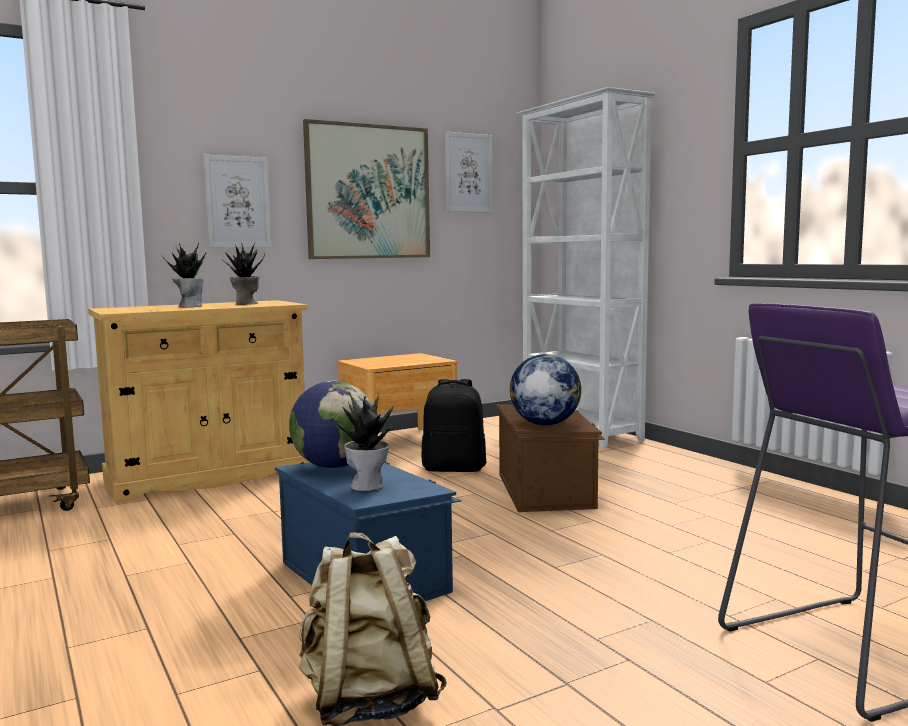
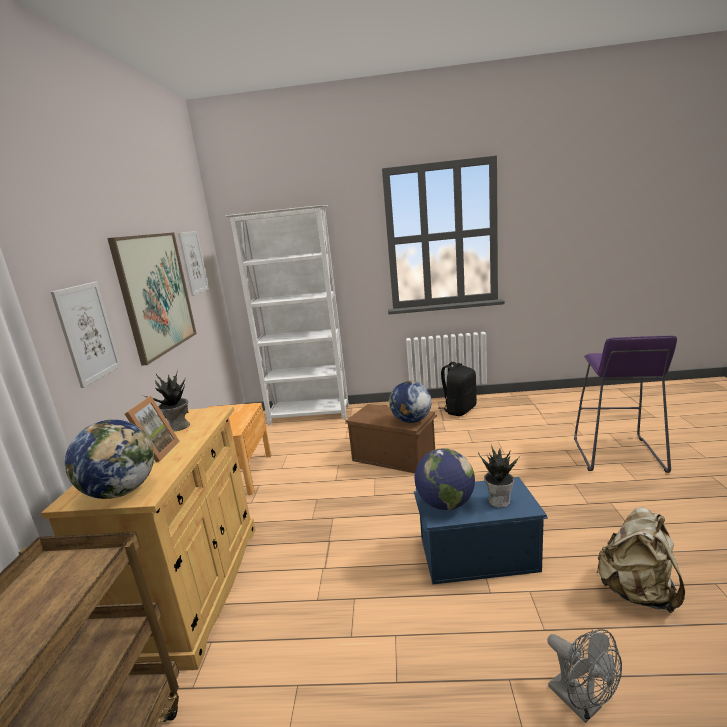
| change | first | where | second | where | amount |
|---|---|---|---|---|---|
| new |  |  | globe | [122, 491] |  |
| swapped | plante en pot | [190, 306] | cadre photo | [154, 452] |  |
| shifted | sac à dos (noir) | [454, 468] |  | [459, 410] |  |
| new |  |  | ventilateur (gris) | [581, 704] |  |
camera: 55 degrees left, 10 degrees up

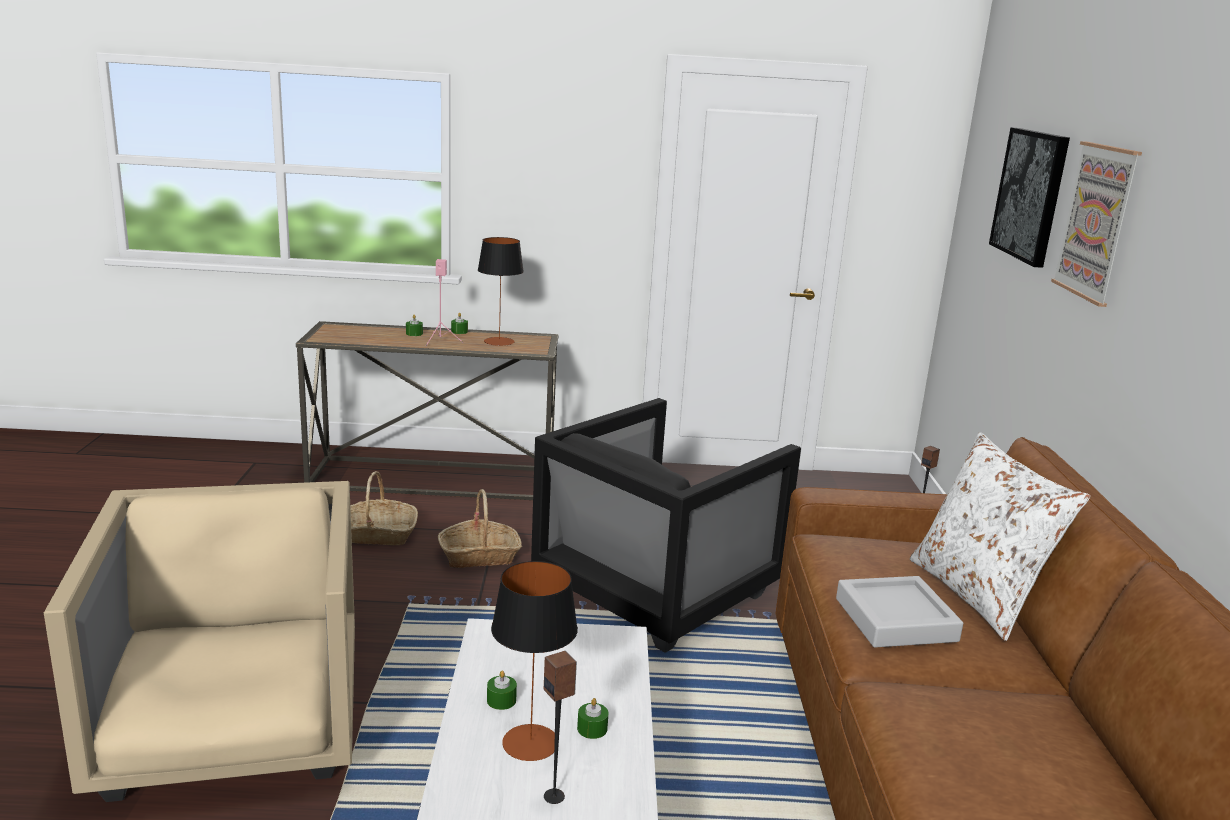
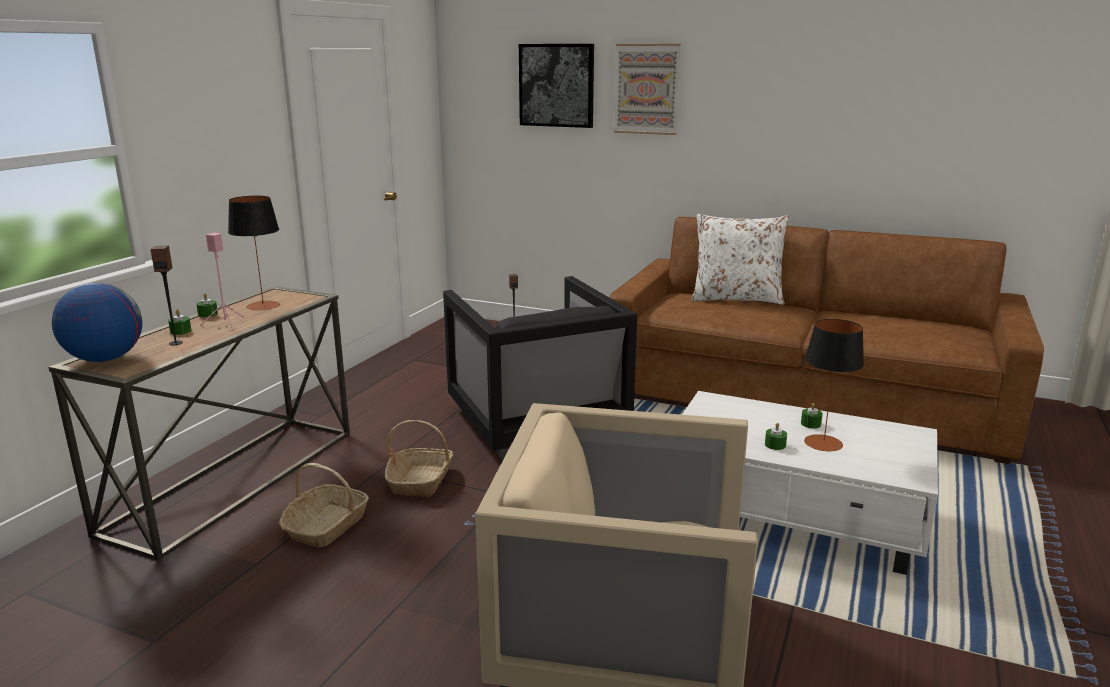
| change | first | where | second | where | amount |
|---|---|---|---|---|---|
| new |  |  | globe | [105, 359] |  |
| shifted | enceinte | [554, 796] |  | [176, 343] |  |
| gone | plateau (gris) | [895, 620] |  |  |  |
camera: 65 degrees left, 0 degrees up

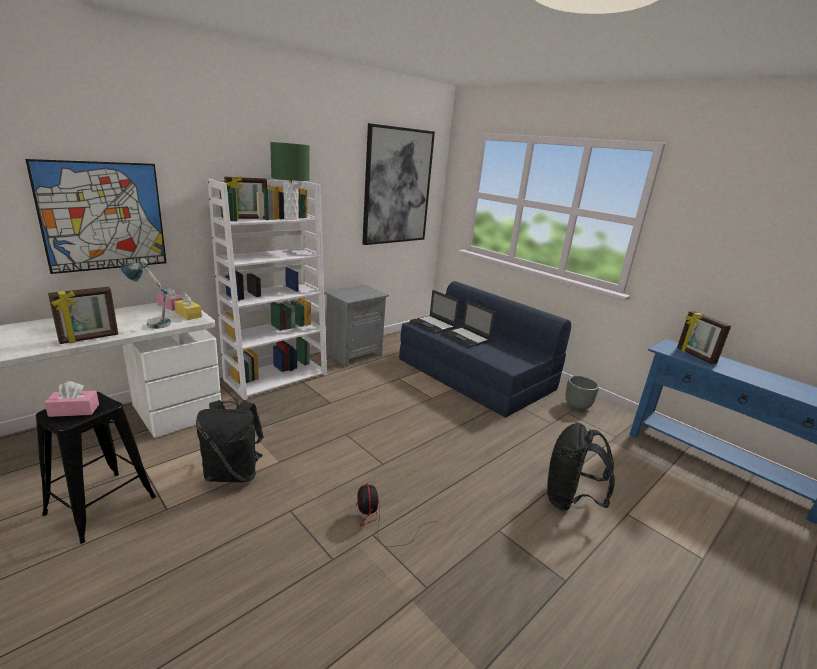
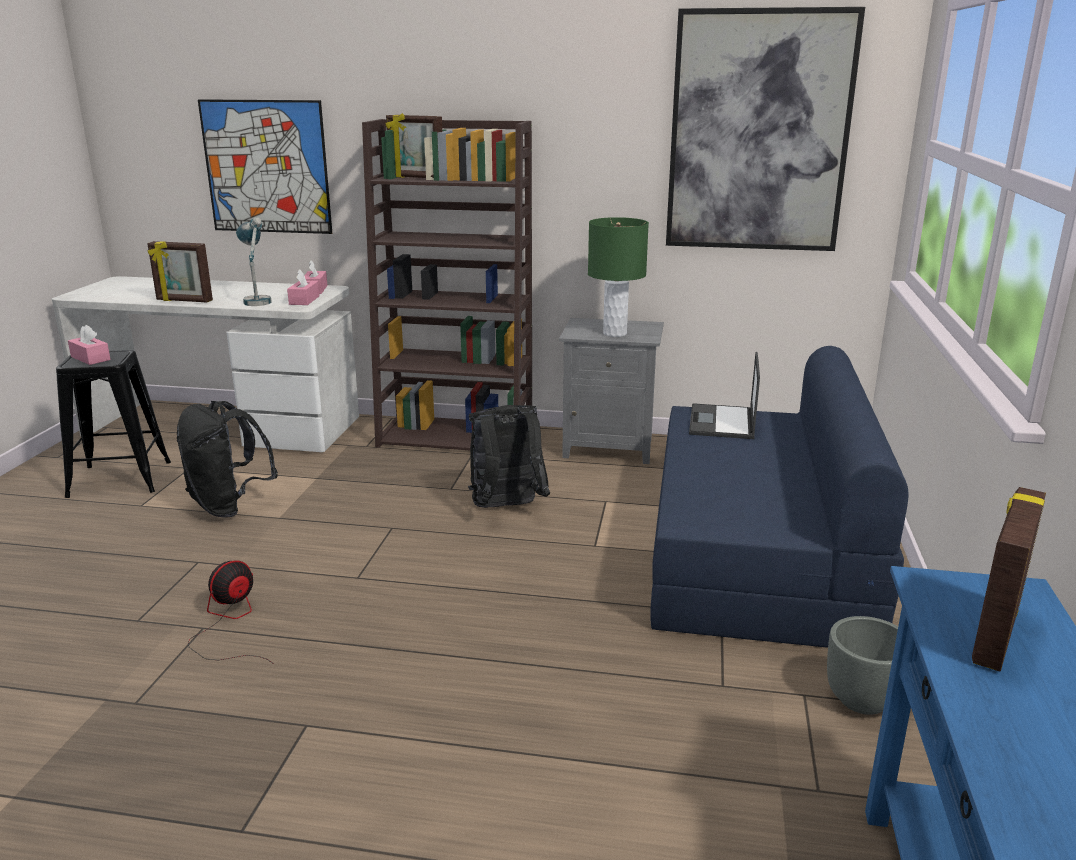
| change | first | where | second | where | amount |
|---|---|---|---|---|---|
| repainted | boîte à mouchoirs (jaune) | [188, 314] | boîte à mouchoirs (rose) | [304, 300] |  |
| repainted | bibliothèque (blanc) | [277, 376] | bibliothèque (marron) | [457, 437] |  |
| shifted | sac à dos (noir) | [569, 500] |  | [506, 508] |  |
| shifted | lampe de table (vert) | [291, 218] |  | [615, 333] |  |
| gone | ordinateur portable | [466, 337] |  |  |  |
camera: 55 degrees right, 0 degrees up

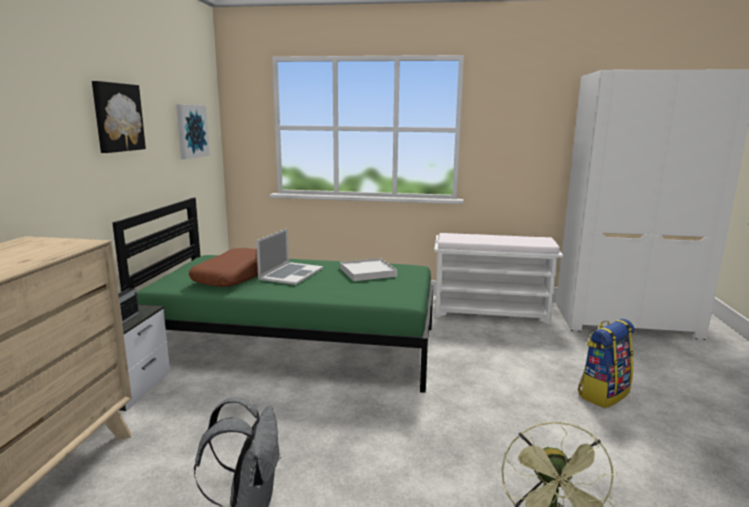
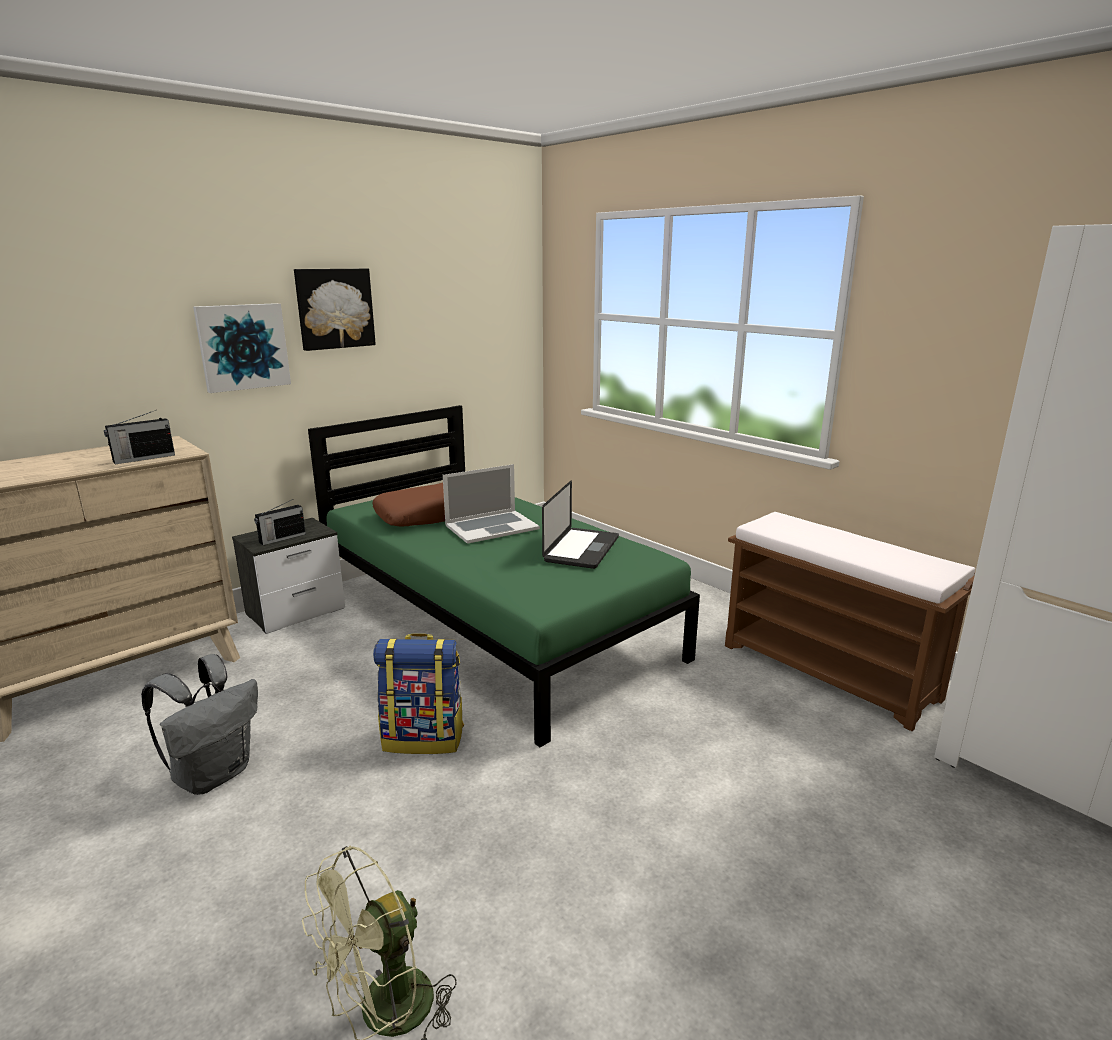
| change | first | where | second | where | amount |
|---|---|---|---|---|---|
| new |  |  | radio | [143, 458] |  |
| shifted | tableau | [191, 131] |  | [243, 347] |  |
| shifted | sac à dos | [603, 394] |  | [424, 738] |  |
| swapped | plateau (blanc) | [367, 272] | ordinateur portable | [581, 549] |  |
| repainted | banc (blanc) | [491, 312] | banc (marron) | [830, 671] |  |
camera: 40 degrees right, 5 degrees up

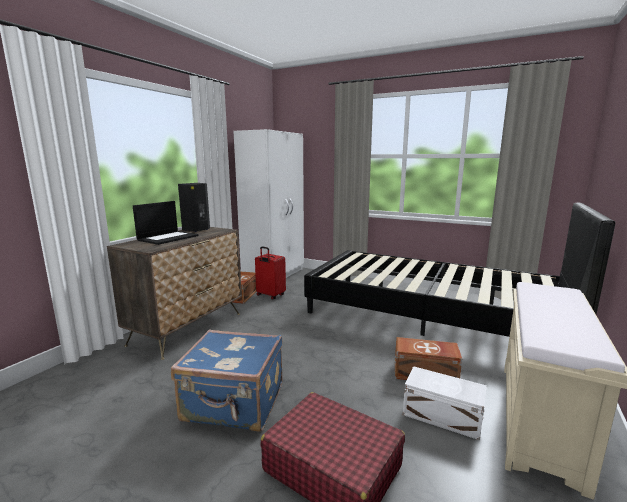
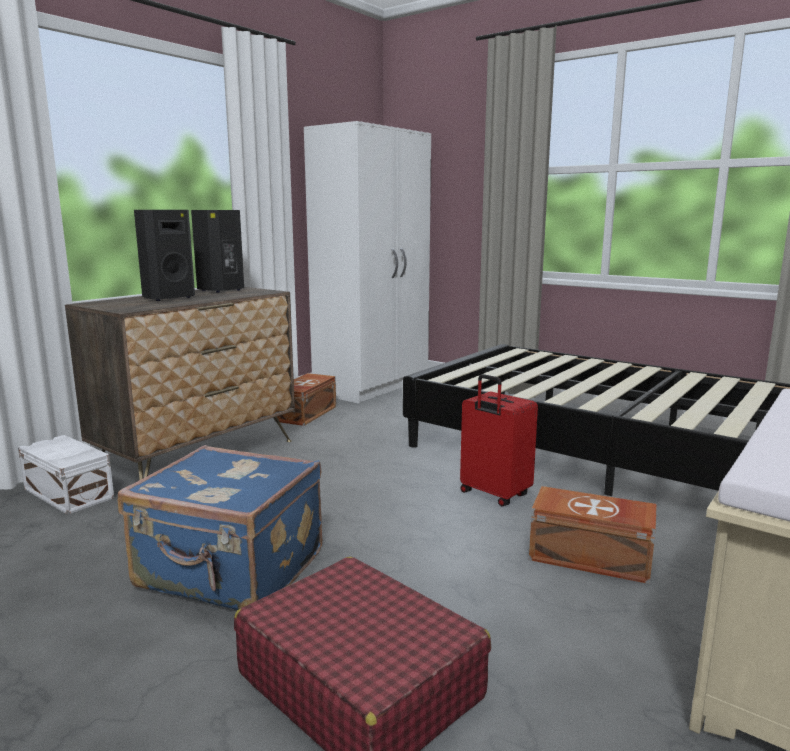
| change | first | where | second | where | amount |
|---|---|---|---|---|---|
| shifted | boîte de rangement (blanc) | [443, 416] |  | [67, 494] |  |
| swapped | ordinateur portable | [168, 238] | enceinte (noir) | [167, 298] |  |
| shifted | valise (rouge) | [270, 295] |  | [493, 495] |  |
camera: 10 degrees right, 0 degrees up

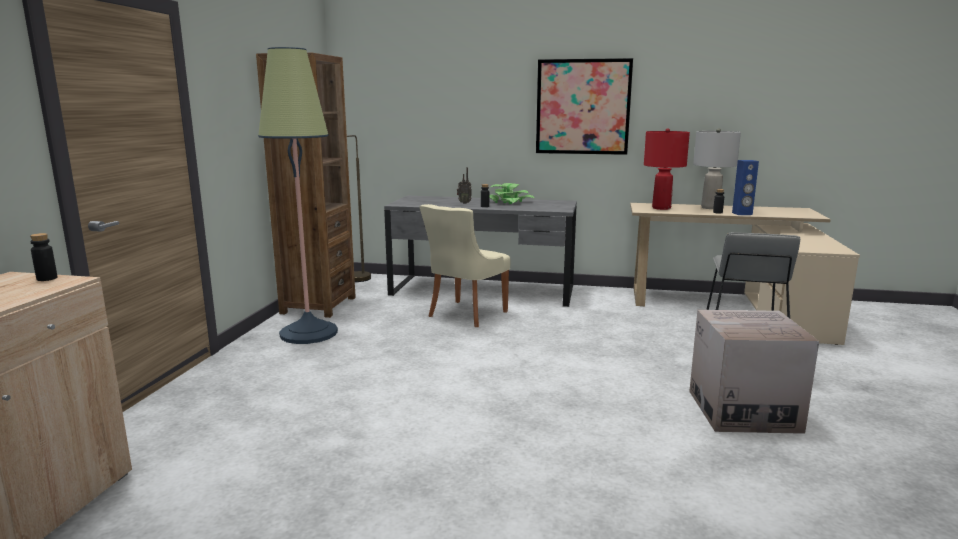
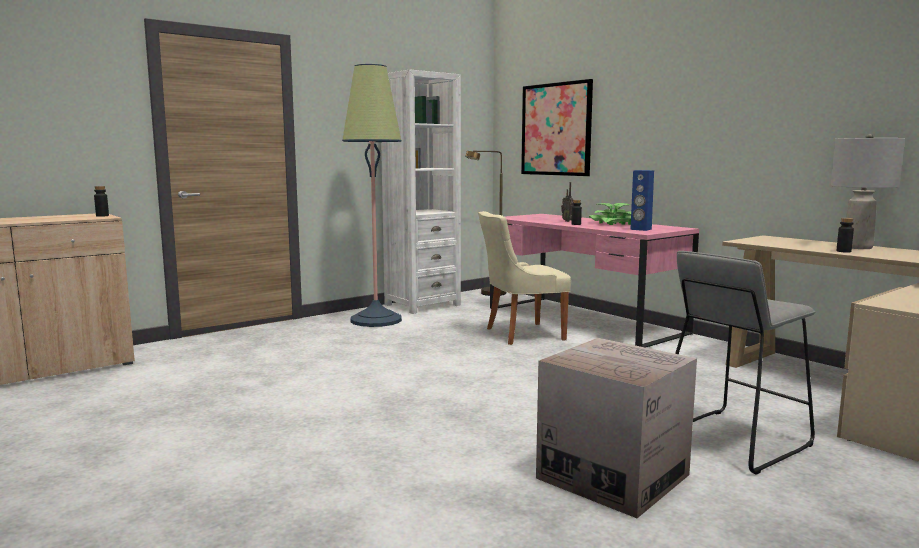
| change | first | where | second | where | amount |
|---|---|---|---|---|---|
| repainted | bibliothèque (marron) | [318, 305] | bibliothèque (blanc) | [422, 305] |  |
| repainted | bureau (gris) | [482, 290] | bureau (rose) | [583, 320] |  |
| shifted | tableau | [583, 107] |  | [556, 129] |  |
| shifted | enceinte (bleu) | [742, 214] |  | [640, 229] |  |
| gone | lampe de table (rouge) | [661, 208] |  |  |  |
camera: 40 degrees right, 5 degrees down

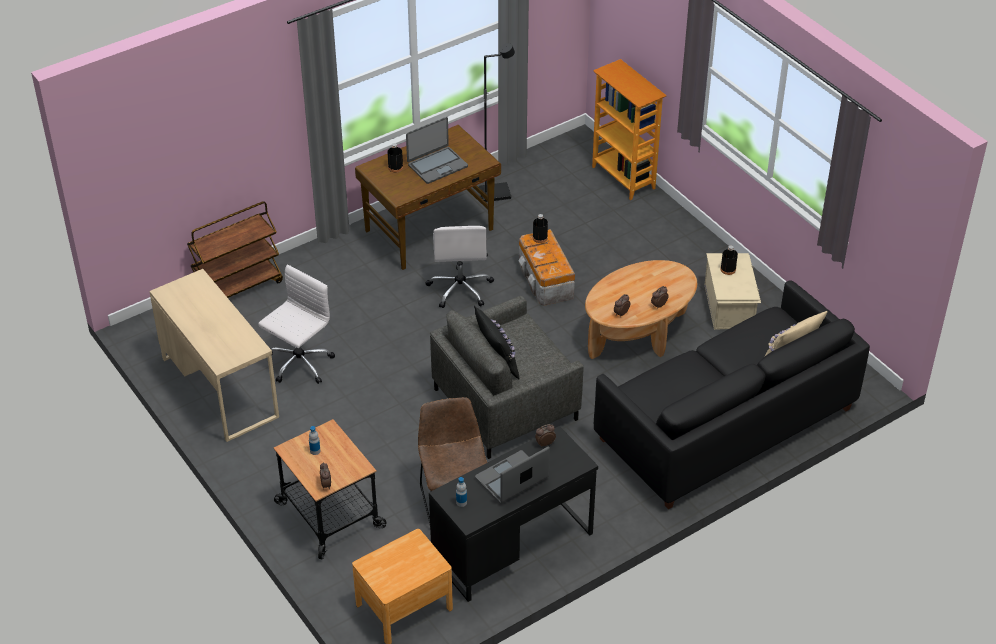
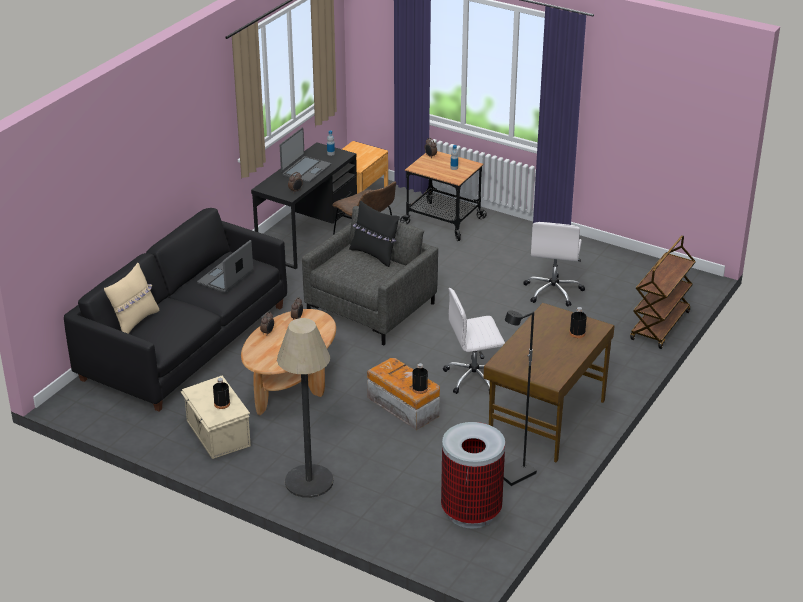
| change | first | where | second | where | amount |
|---|---|---|---|---|---|
| shifted | ordinateur portable | [437, 165] |  | [226, 278] |  |
| new |  |  | lampadaire | [309, 481] |  |
| new |  |  | poubelle | [471, 512] |  |
| rotated | chaise de bureau (blanc) | [460, 288] |  | [475, 378] | 75 degrees counterclockwise |
| gone | bureau (beige) | [220, 387] |  |  |  |
| gone | bibliothèque | [624, 177] |  |  |  |
camera: 155 degrees right, 10 degrees down

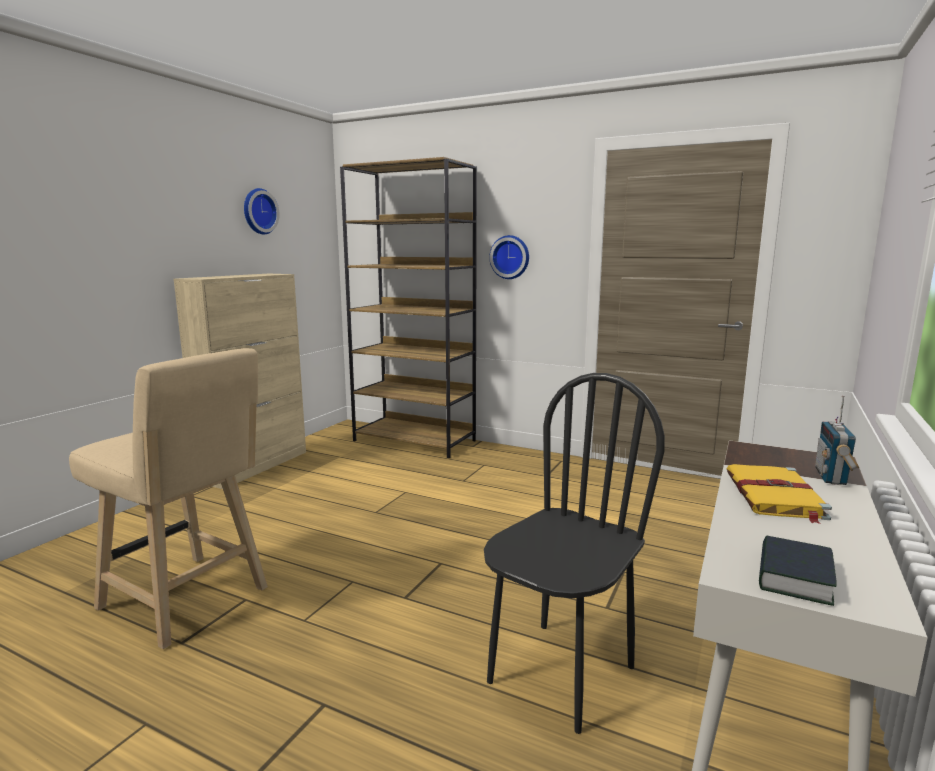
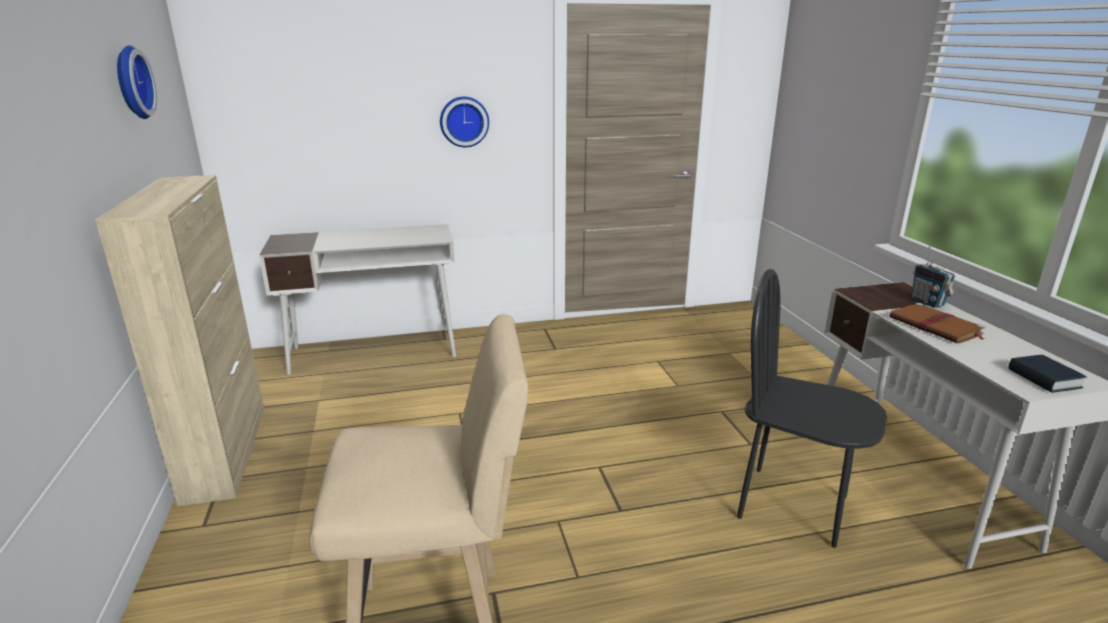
| change | first | where | second | where | amount |
|---|---|---|---|---|---|
| swapped | bibliothèque (marron) | [415, 441] | bureau (blanc) | [375, 352] |  |
| rotated | chaise (noir) | [560, 673] |  | [792, 506] | 60 degrees counterclockwise |
| repainted | livre (jaune) | [774, 496] | livre (marron) | [936, 327] |  |
camera: 40 degrees left, 10 degrees up

